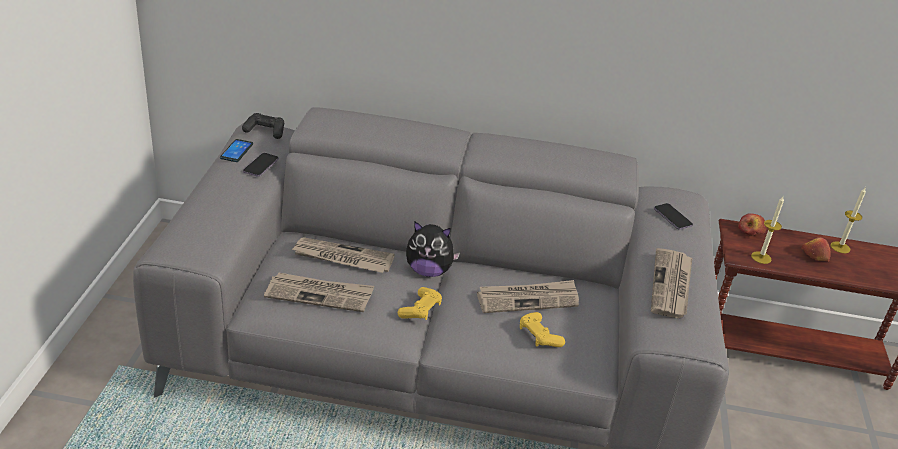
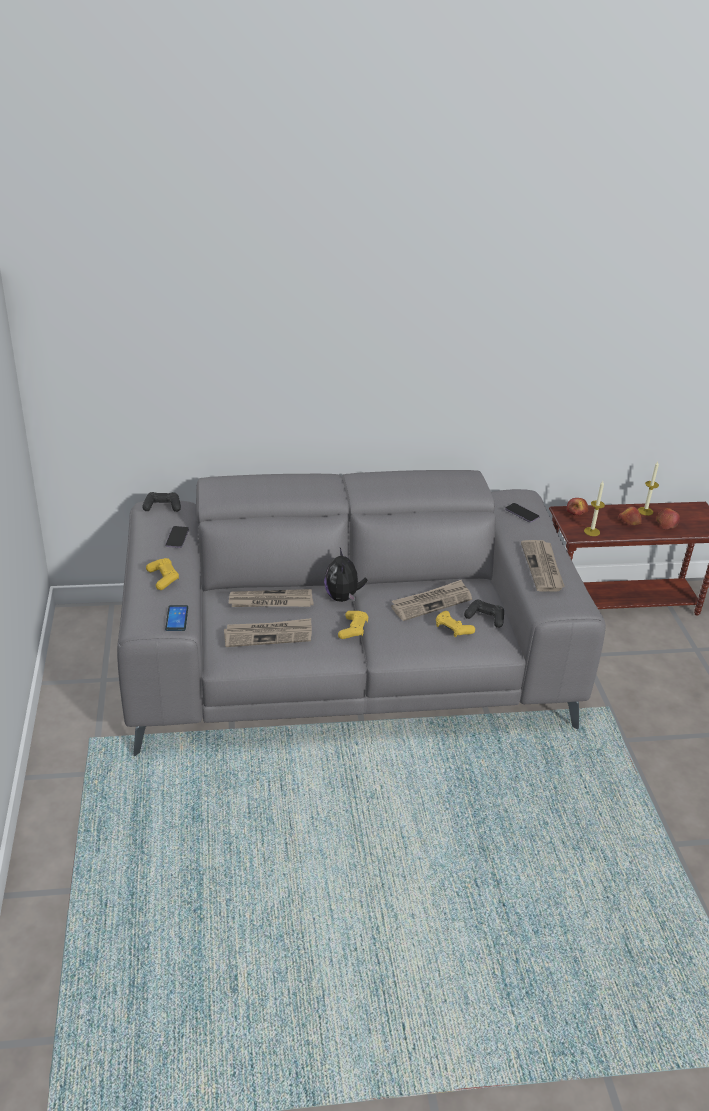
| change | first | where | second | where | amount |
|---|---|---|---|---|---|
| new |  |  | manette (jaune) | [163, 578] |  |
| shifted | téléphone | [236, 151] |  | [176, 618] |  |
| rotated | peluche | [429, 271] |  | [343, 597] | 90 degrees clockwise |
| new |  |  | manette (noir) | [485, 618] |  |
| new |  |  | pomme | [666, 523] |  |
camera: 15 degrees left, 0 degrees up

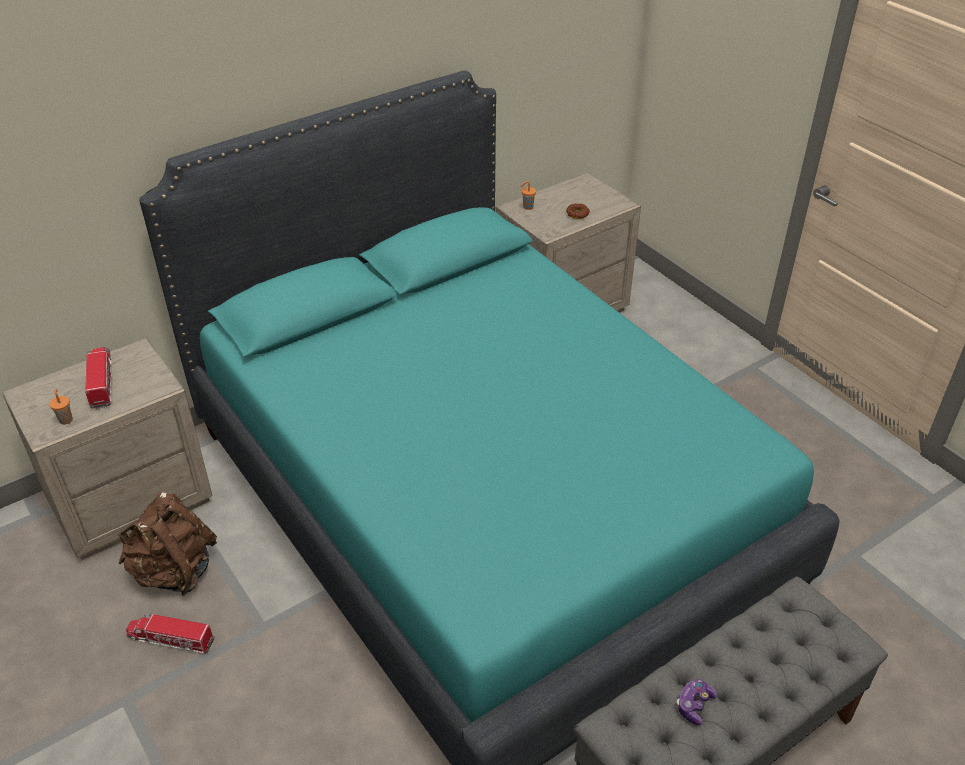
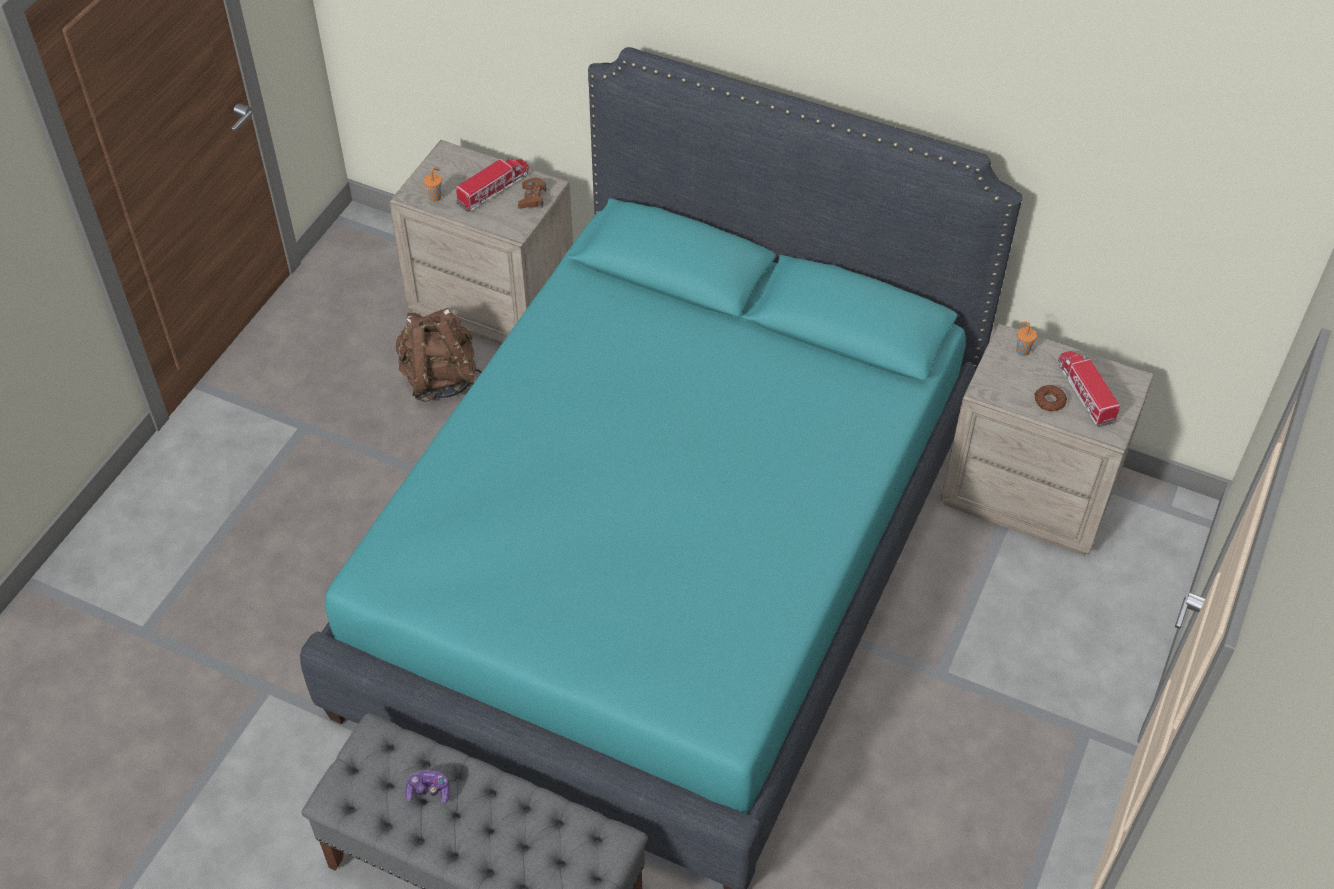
| change | first | where | second | where | amount |
|---|---|---|---|---|---|
| new |  |  | manette (marron) | [532, 198] |  |
| shifted | camion jouet | [171, 639] |  | [1085, 393] |  |
camera: 60 degrees right, 10 degrees up

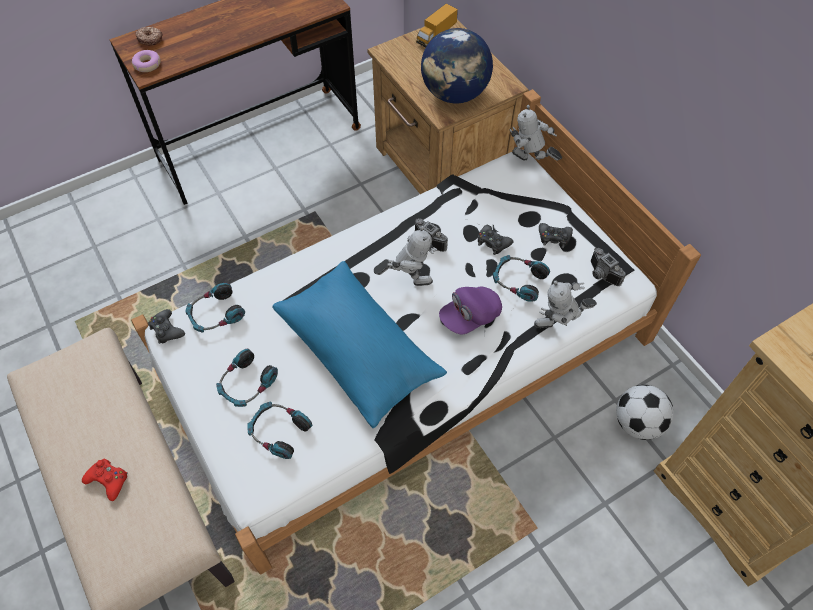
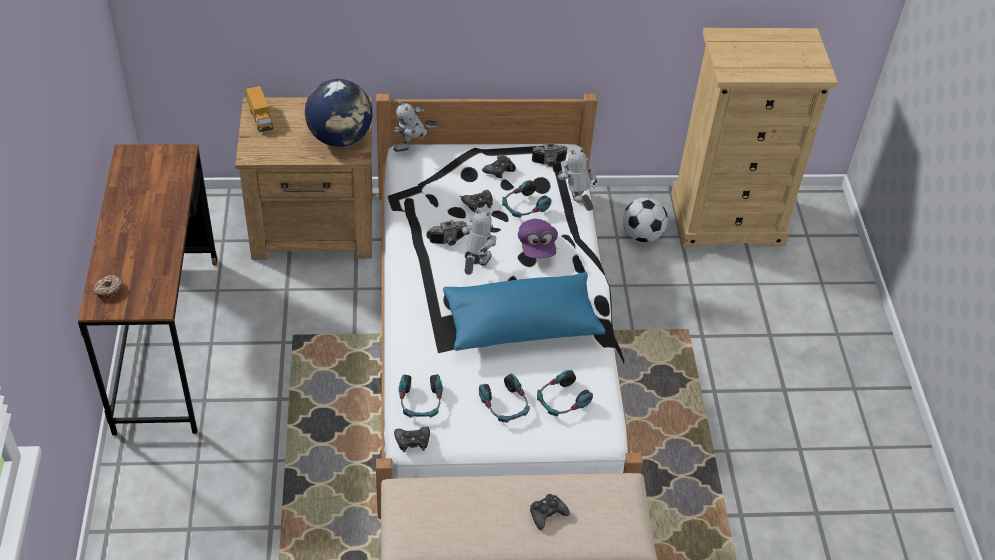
| change | first | where | second | where | amount |
|---|---|---|---|---|---|
| repainted | manette (rouge) | [108, 480] | manette (noir) | [547, 514] |  |
| rotated | robot jouet | [559, 325] |  | [576, 205] | 150 degrees clockwise |
| gone | beignet | [147, 64] |  |  |  |
camera: 65 degrees left, 10 degrees down

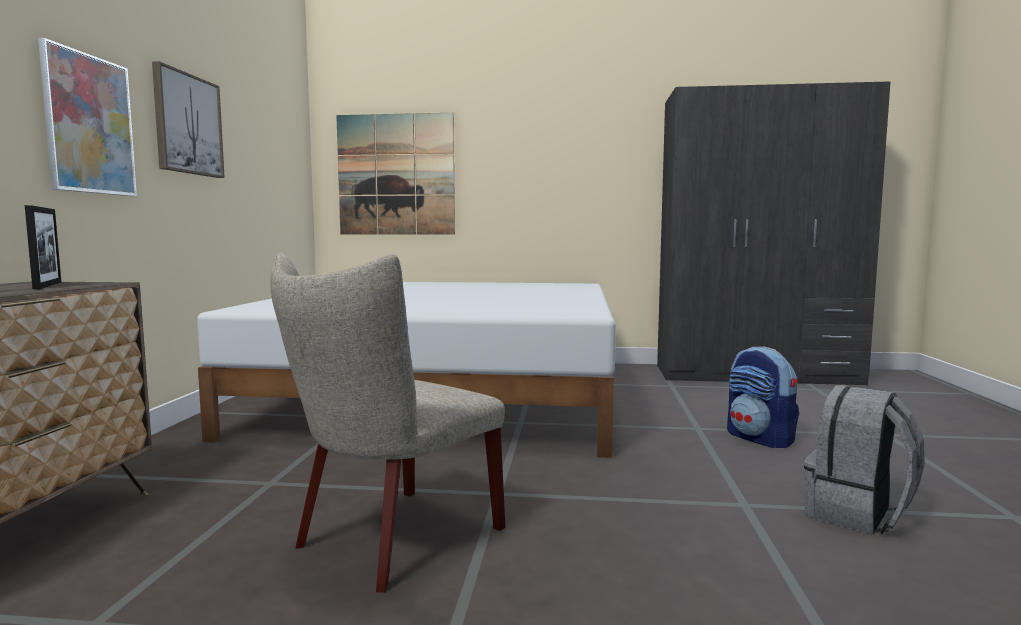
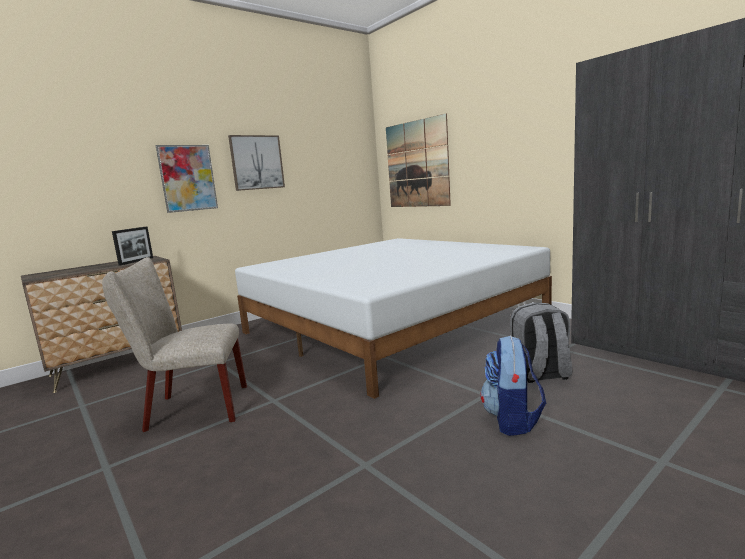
| change | first | where | second | where | amount |
|---|---|---|---|---|---|
| shifted | sac à dos (gris) | [858, 515] |  | [540, 374] |  |
camera: 45 degrees right, 5 degrees up

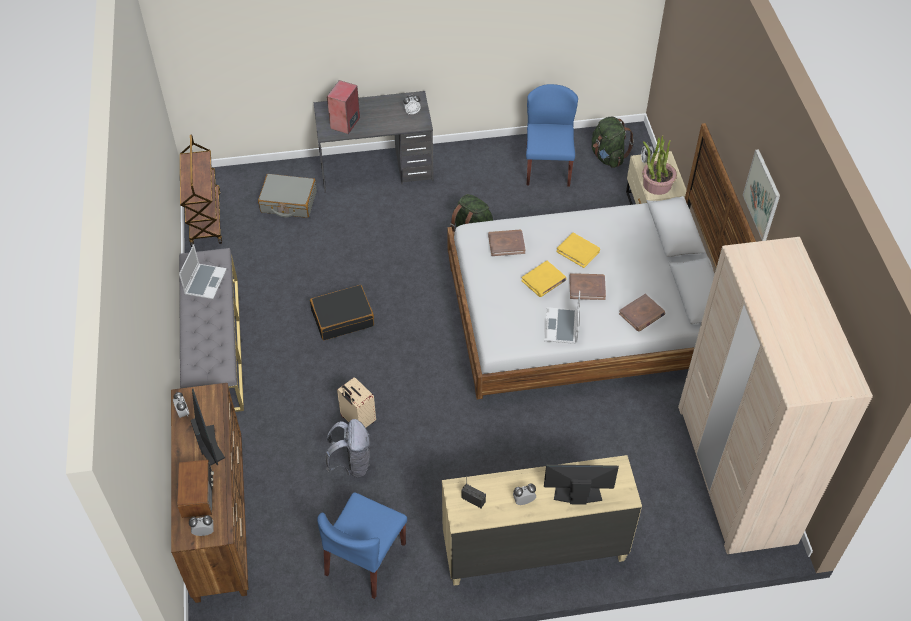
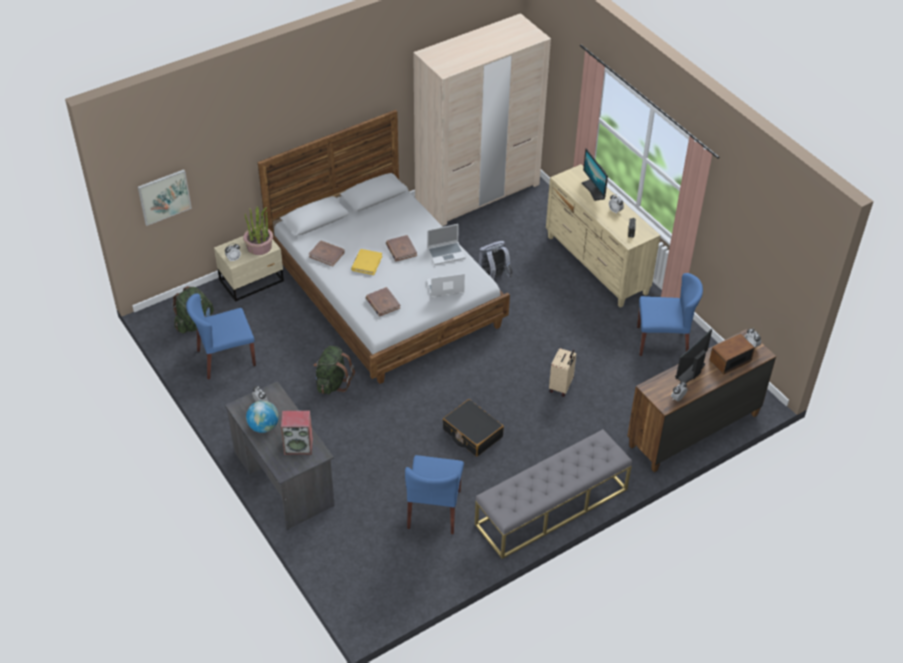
| change | first | where | second | where | amount |
|---|---|---|---|---|---|
| shifted | tableau | [762, 195] |  | [164, 197] |  |
| new |  |  | globe | [263, 426] |  |
| shifted | livre (marron) | [641, 314] |  | [327, 254] |  |
| new |  |  | chaise (bleu) | [434, 509] |  |
| shifted | ordinateur portable | [205, 281] |  | [444, 287] |  |
| shifted | sac à dos (gris) | [351, 464] |  | [493, 278] |  |
| gone | chariot (marron) | [205, 218] |  |  |  |
| gone | valise (gris) | [288, 202] |  |  |  |
| gone | livre (jaune) | [543, 280] |  |  |  |
camera: 115 degrees left, 5 degrees down

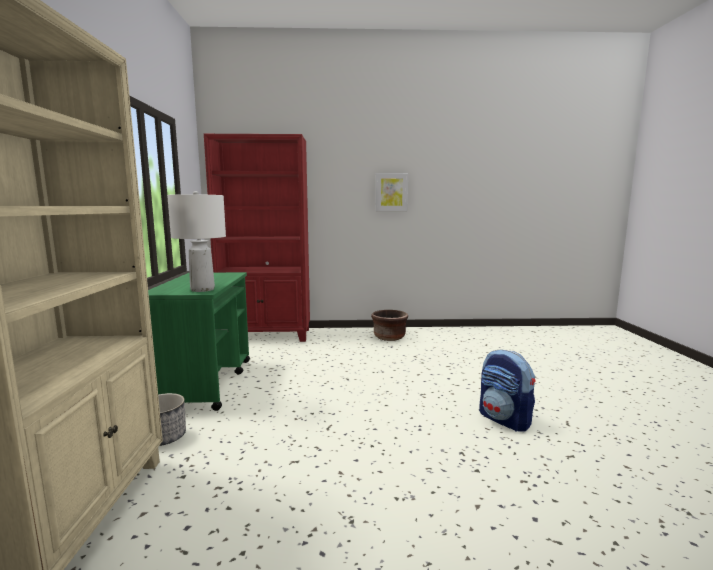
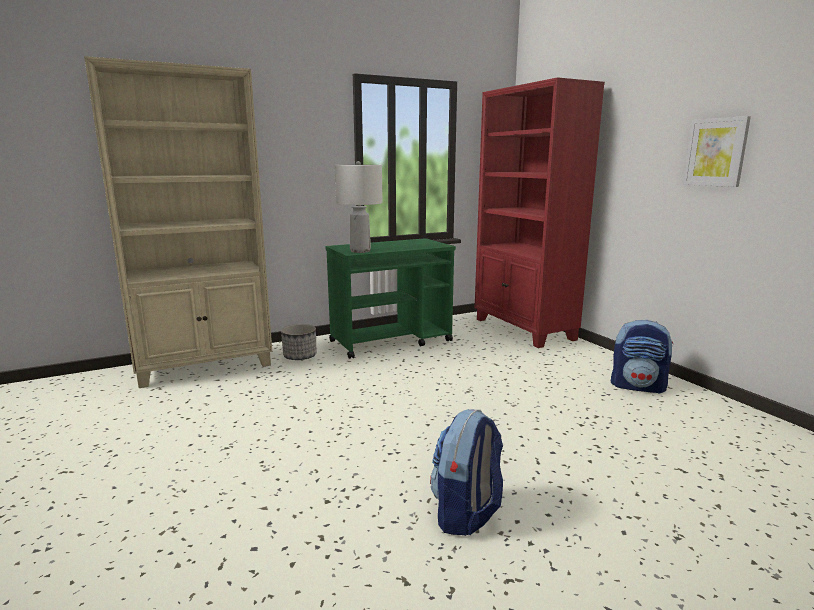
| change | first | where | second | where | amount |
|---|---|---|---|---|---|
| swapped | cache-pot (marron) | [389, 337] | sac à dos | [638, 386] |  |
camera: 65 degrees right, 5 degrees up

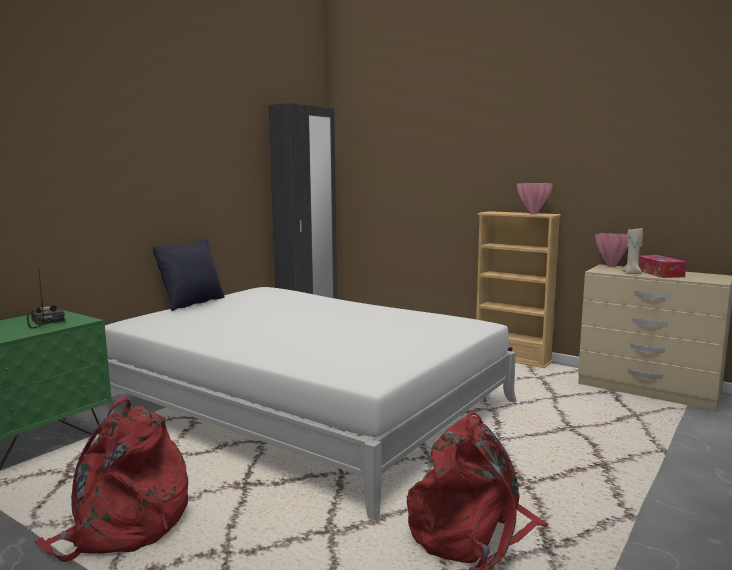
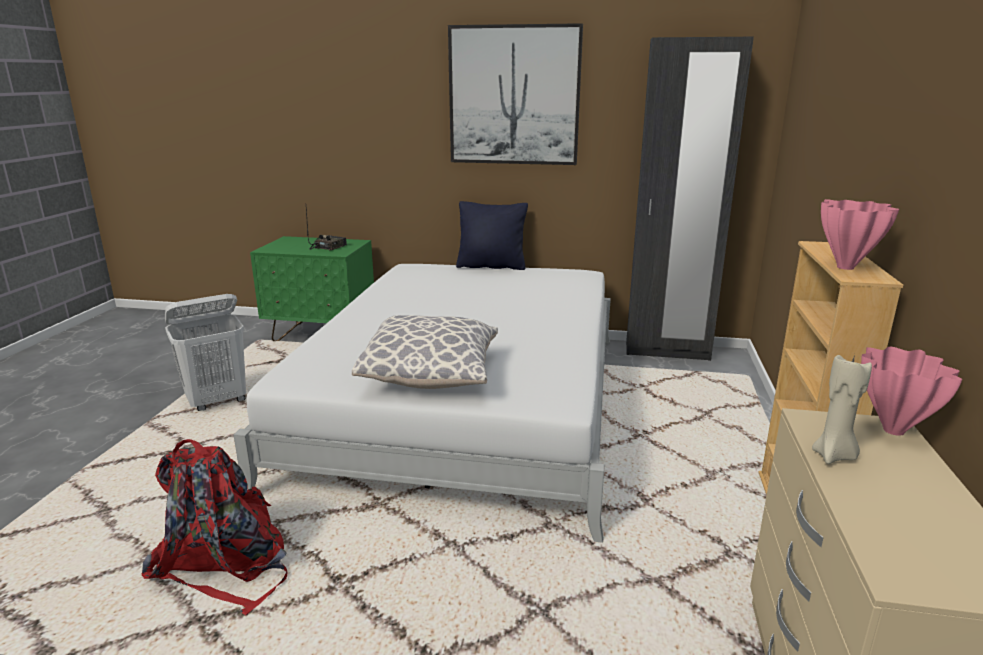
| change | first | where | second | where | amount |
|---|---|---|---|---|---|
| swapped | sac à dos (rouge) | [123, 526] | panier à linge (blanc) | [218, 401] |  |
| new |  |  | coussin | [431, 374] |  |
| new |  |  | tableau | [514, 96] |  |
| gone | boîte à mouchoirs | [659, 273] |  |  |  |
camera: 65 degrees right, 10 degrees up

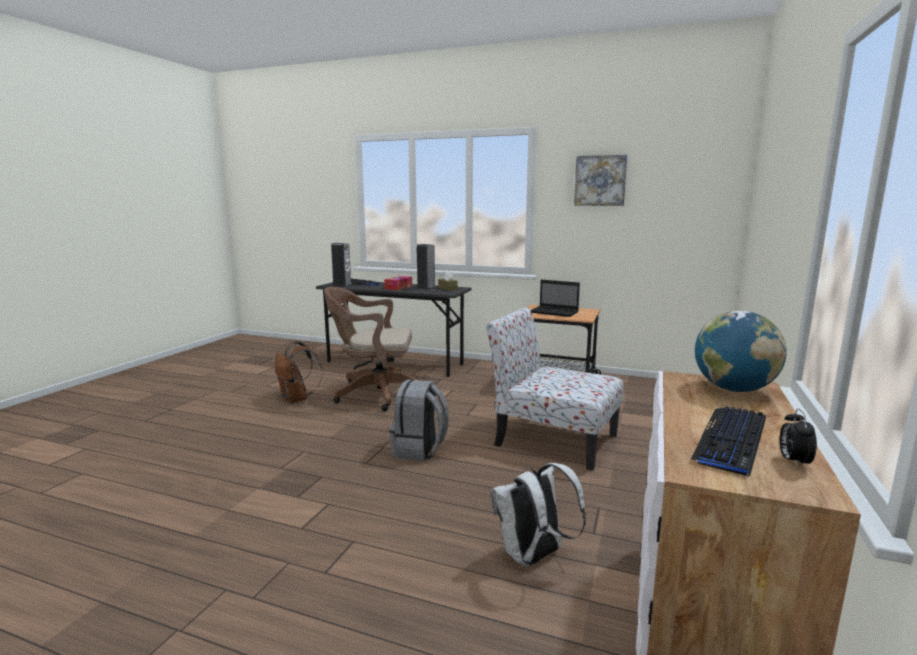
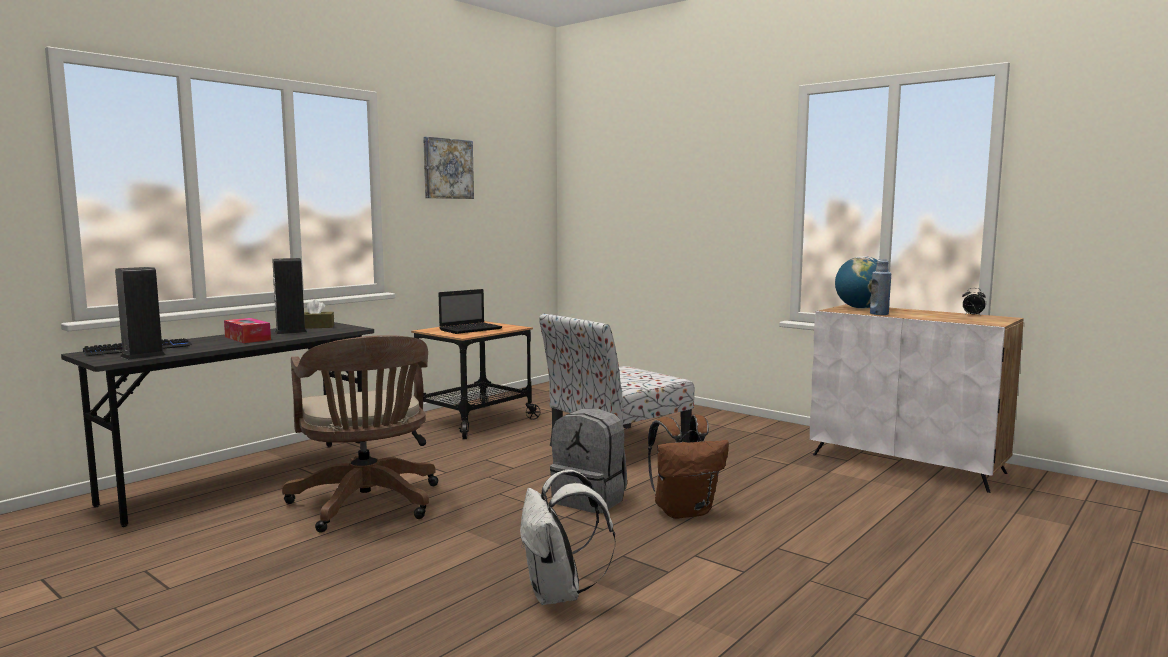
| change | first | where | second | where | amount |
|---|---|---|---|---|---|
| rotated | chaise de bureau (marron) | [375, 394] |  | [367, 505] | 45 degrees counterclockwise |
| shifted | sac à dos (blanc) | [533, 557] |  | [559, 595] |  |
| shifted | sac à dos (marron) | [297, 399] |  | [684, 511] |  |
| new |  |  | bouteille (bleu) | [879, 314] |  |
| gone | clavier | [731, 440] |  |  |  |
camera: 70 degrees left, 5 degrees down

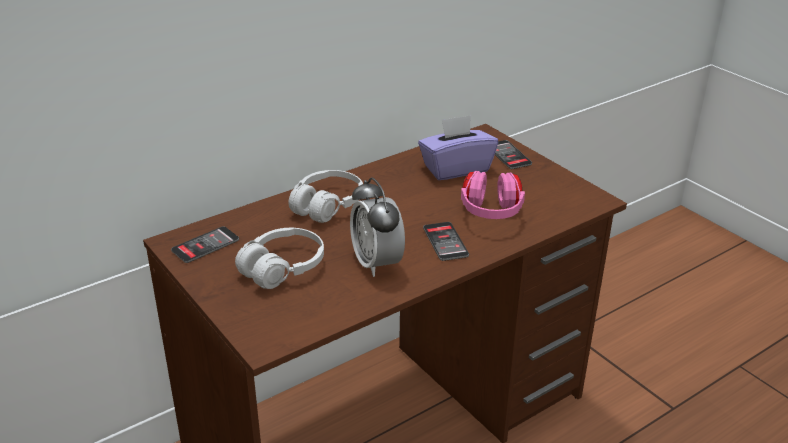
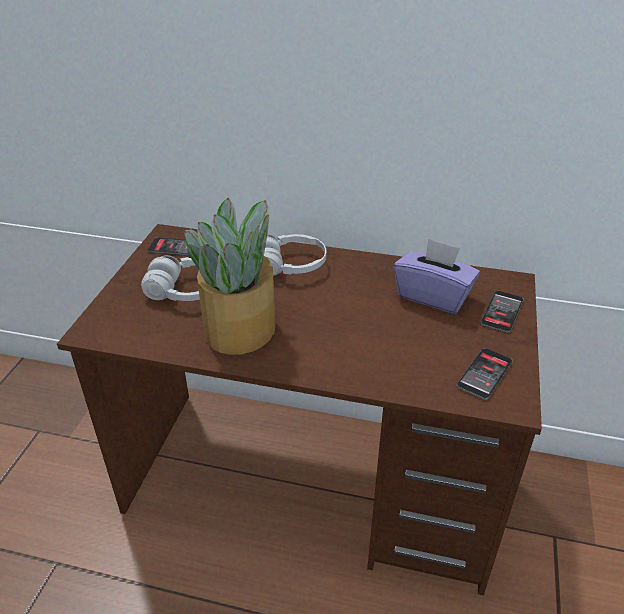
| change | first | where | second | where | amount |
|---|---|---|---|---|---|
| swapped | réveil | [376, 263] | plante en pot | [241, 328] |  |
| shifted | téléphone | [445, 242] |  | [484, 374] |  |
| gone | casque audio (rose) | [490, 215] |  |  |  |
camera: 50 degrees right, 5 degrees up

